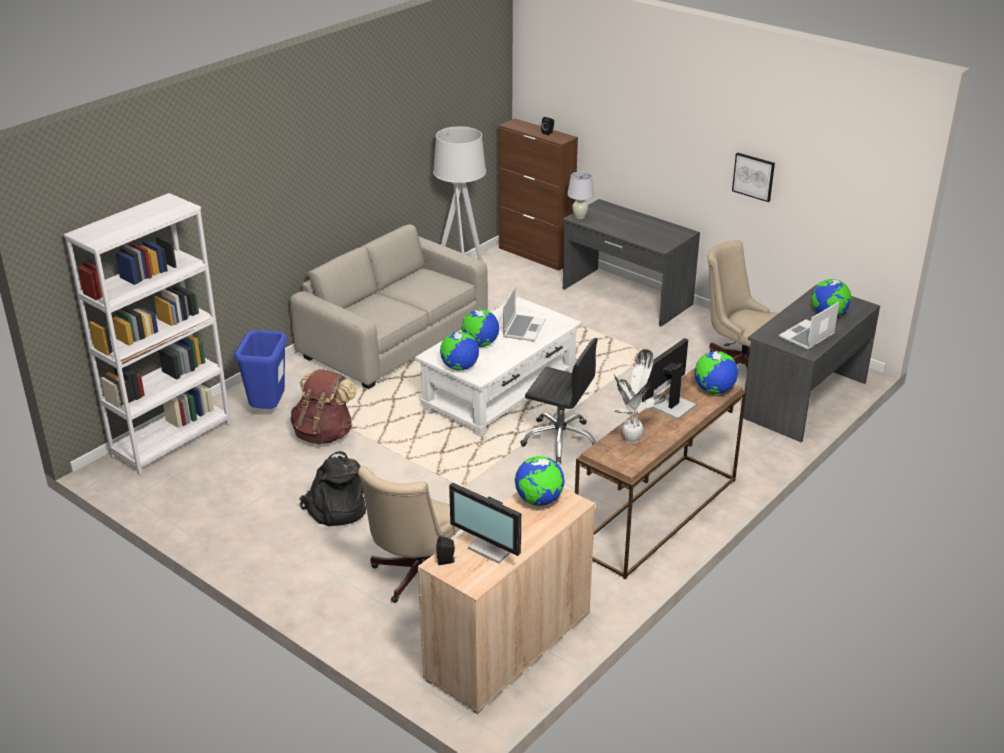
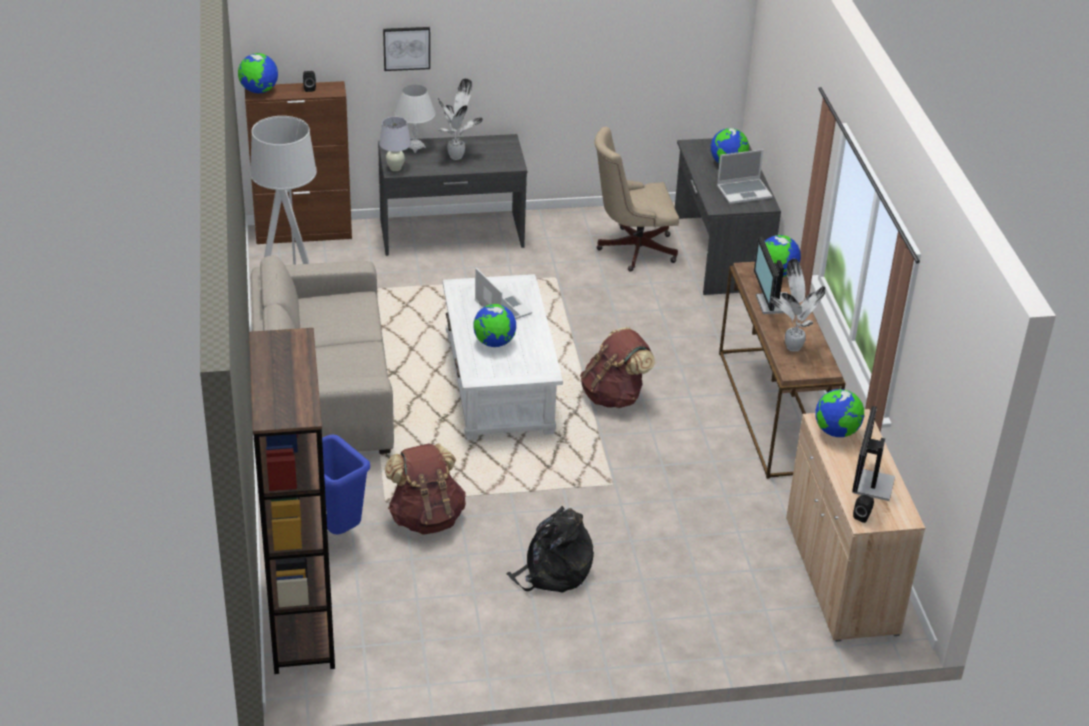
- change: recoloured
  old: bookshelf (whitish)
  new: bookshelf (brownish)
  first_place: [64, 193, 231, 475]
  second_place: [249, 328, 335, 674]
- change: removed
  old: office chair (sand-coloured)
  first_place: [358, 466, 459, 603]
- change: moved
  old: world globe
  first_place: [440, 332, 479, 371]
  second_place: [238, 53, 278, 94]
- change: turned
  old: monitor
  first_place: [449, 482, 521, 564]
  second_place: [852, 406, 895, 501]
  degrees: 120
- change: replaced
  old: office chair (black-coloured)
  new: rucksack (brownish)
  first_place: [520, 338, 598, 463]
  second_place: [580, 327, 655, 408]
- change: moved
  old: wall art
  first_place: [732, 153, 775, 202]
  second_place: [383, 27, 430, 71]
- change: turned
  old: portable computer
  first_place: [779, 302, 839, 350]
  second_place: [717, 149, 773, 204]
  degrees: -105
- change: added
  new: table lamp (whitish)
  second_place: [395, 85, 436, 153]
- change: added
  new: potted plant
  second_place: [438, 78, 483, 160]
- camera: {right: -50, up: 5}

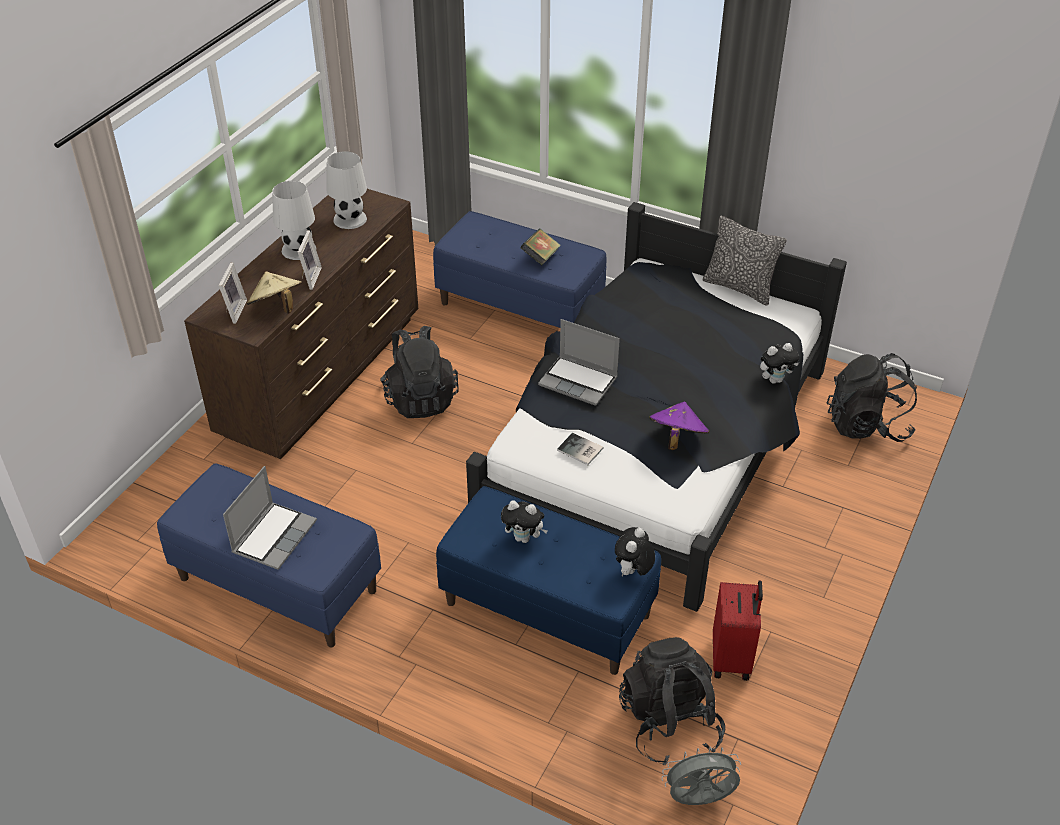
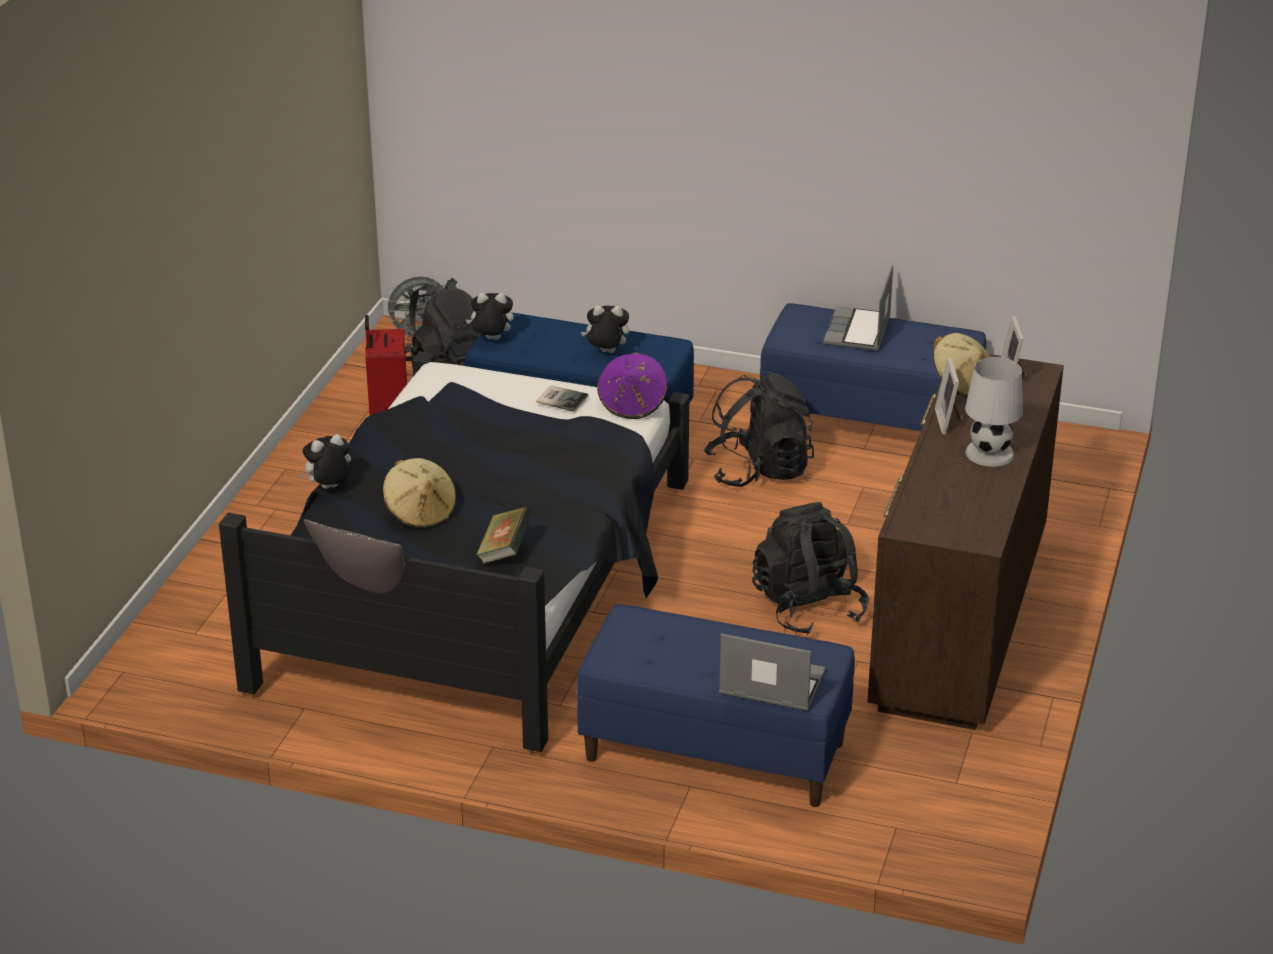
- change: removed
  old: table lamp (whitish)
  first_place: [327, 151, 367, 229]
- change: moved
  old: book
  first_place: [520, 229, 561, 265]
  second_place: [476, 507, 533, 564]
- change: moved
  old: portable computer
  first_place: [538, 319, 620, 406]
  second_place: [719, 634, 826, 711]
- change: turned
  old: plush toy
  first_place: [615, 527, 655, 577]
  second_place: [466, 293, 514, 340]
  degrees: -105
- change: moved
  old: hat (purple-coloured)
  first_place: [649, 401, 710, 450]
  second_place: [597, 352, 667, 419]
- change: moved
  old: rucksack (black-coloured)
  first_place: [827, 353, 917, 442]
  second_place: [704, 373, 814, 487]
- change: added
  new: hat (sand-coloured)
  second_place: [383, 458, 456, 529]
- camera: {right: 170, up: -10}

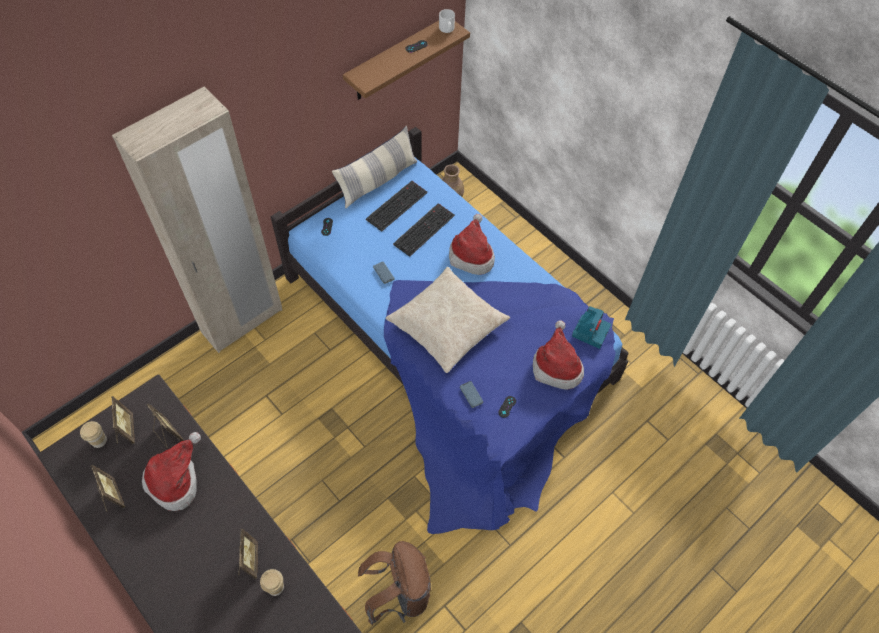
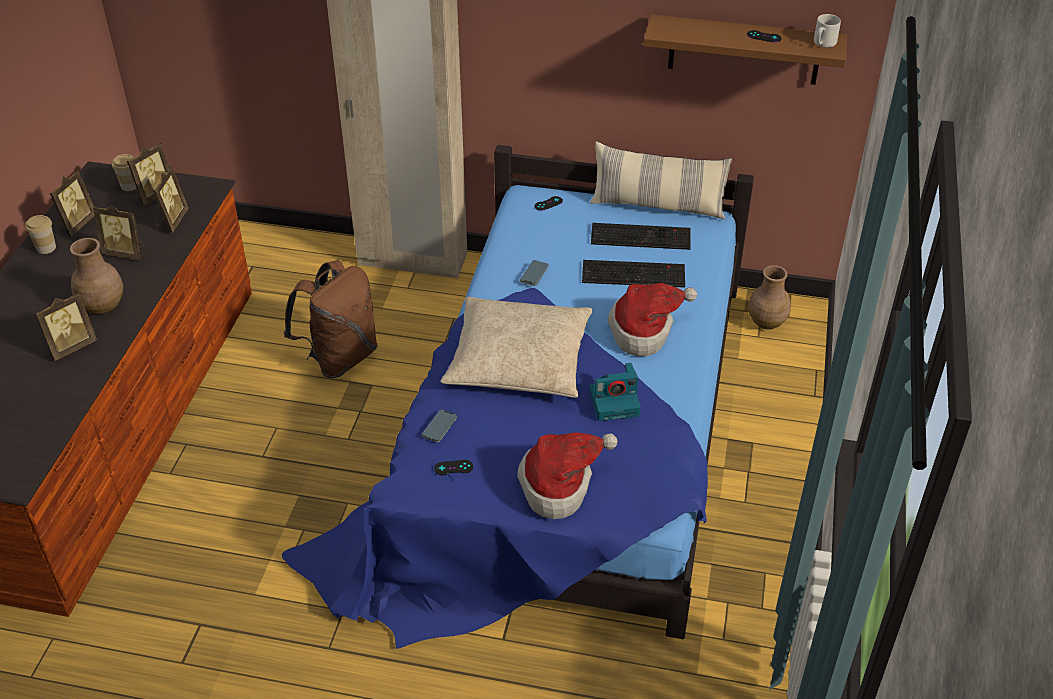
- change: replaced
  old: hat
  new: standing frame
  first_place: [142, 432, 201, 511]
  second_place: [93, 205, 145, 260]
- change: moved
  old: drinking cup
  first_place: [260, 569, 284, 596]
  second_place: [25, 215, 56, 254]
- change: moved
  old: rucksack (brownish)
  first_place: [358, 541, 431, 625]
  second_place: [284, 260, 378, 378]
- change: moved
  old: still camera
  first_place: [572, 306, 611, 349]
  second_place: [589, 363, 641, 421]
- change: added
  new: decorative vase (brownish)
  second_place: [70, 238, 123, 314]
- camera: {right: 55, up: -15}

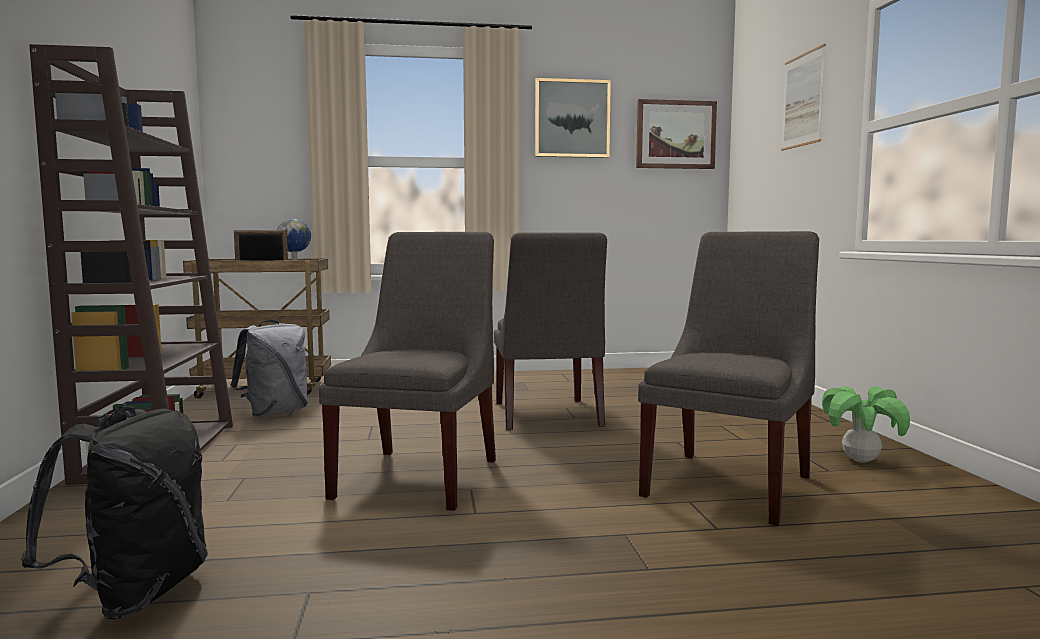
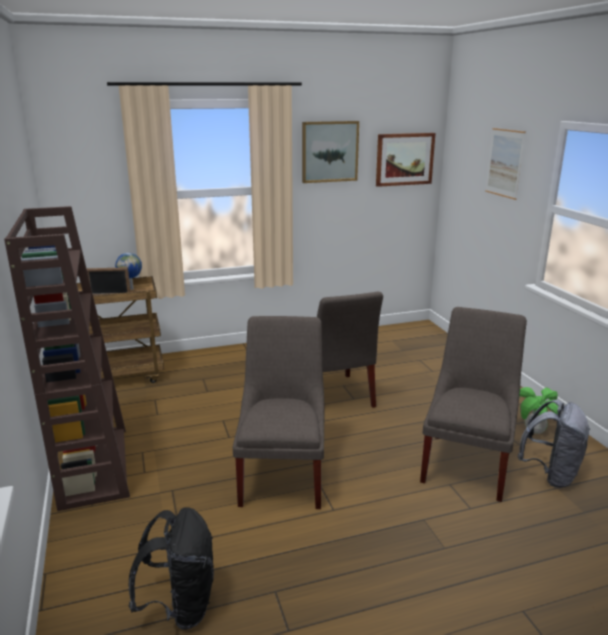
- change: moved
  old: rucksack (greyish)
  first_place: [230, 320, 308, 418]
  second_place: [517, 400, 591, 488]
- camera: {right: -10, up: 15}

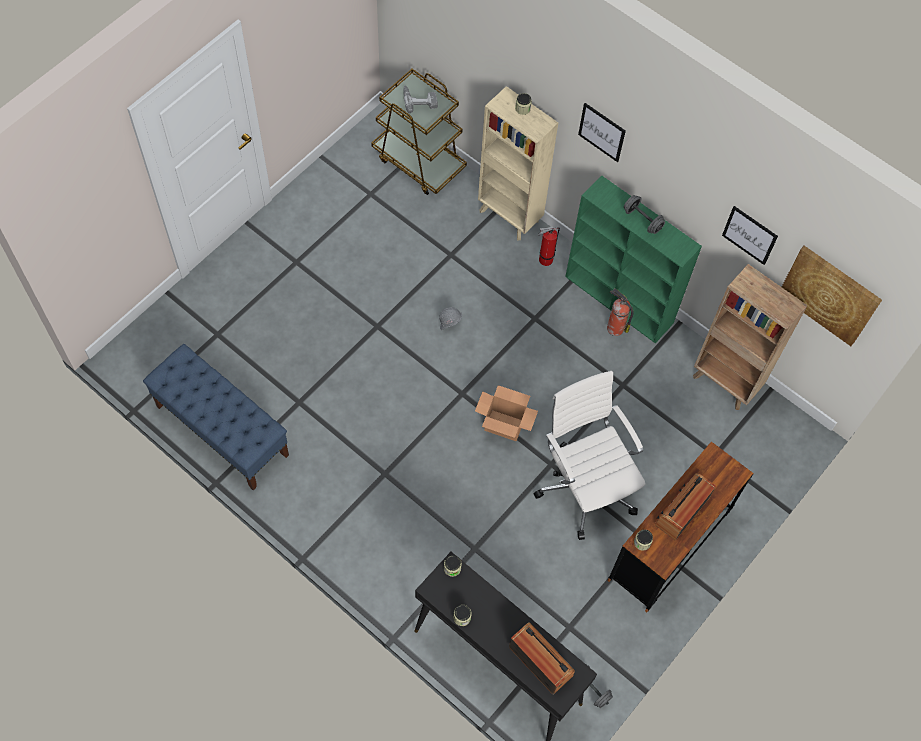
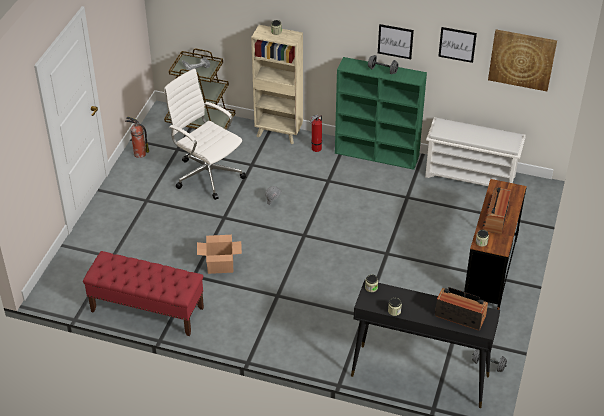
- change: recoloured
  old: bench (blue-coloured)
  new: bench (red-coloured)
  first_place: [143, 344, 289, 491]
  second_place: [83, 251, 204, 336]
- change: moved
  old: cardboard box
  first_place: [475, 385, 538, 441]
  second_place: [197, 235, 242, 274]
- change: moved
  old: office chair (whitish)
  first_place: [534, 371, 646, 540]
  second_place: [164, 68, 246, 200]
- change: moved
  old: wall art
  first_place: [578, 103, 626, 162]
  second_place: [378, 24, 414, 59]
- change: moved
  old: extinguisher
  first_place: [607, 288, 634, 336]
  second_place: [125, 116, 149, 158]
- change: replaced
  old: bookshelf (brownish)
  new: shoe shelf (whitish)
  first_place: [693, 264, 808, 410]
  second_place: [425, 117, 526, 186]
- camera: {right: -20, up: -20}

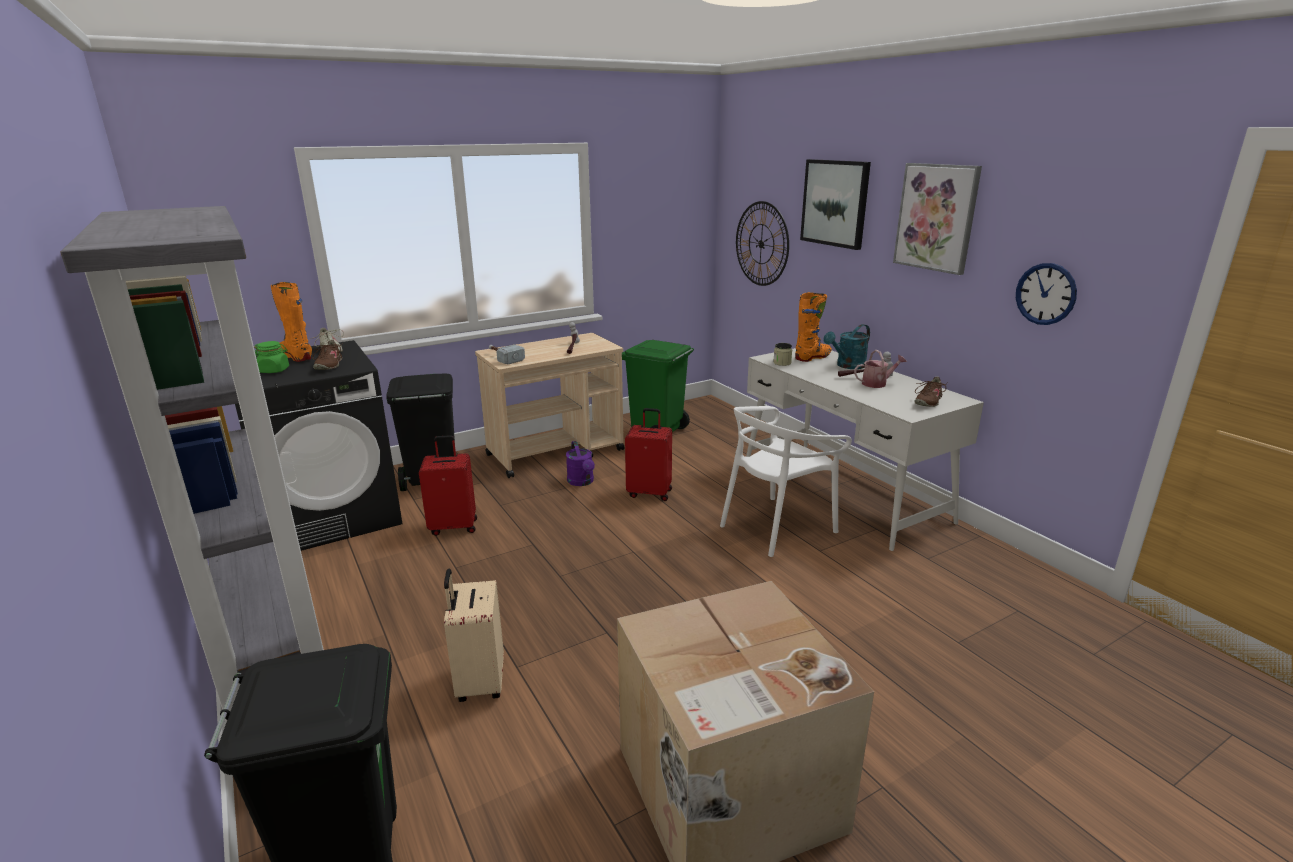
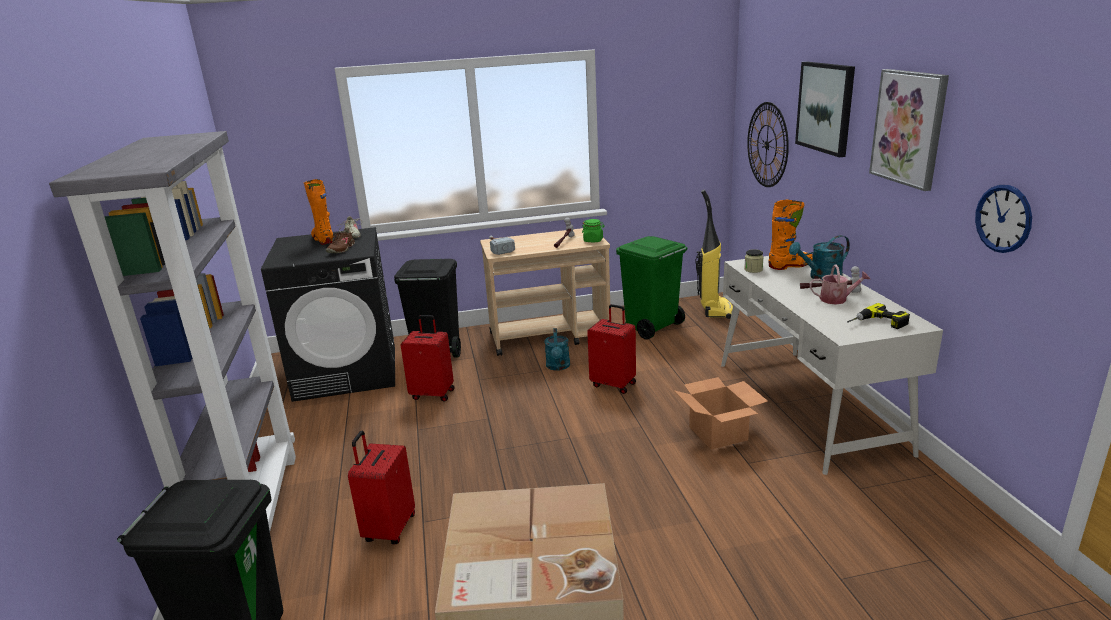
- change: moved
  old: storage jar (green)
  first_place: [254, 341, 289, 373]
  second_place: [582, 219, 605, 242]
- change: recoloured
  old: suitcase (sand-coloured)
  new: suitcase (red-coloured)
  first_place: [444, 569, 504, 702]
  second_place: [348, 431, 415, 544]
- change: recoloured
  old: watering pot (purple-coloured)
  new: watering pot (turquoise)
  first_place: [566, 441, 595, 486]
  second_place: [544, 328, 570, 371]
- change: replaced
  old: upright chair (whitish)
  new: cardboard box
  first_place: [720, 406, 852, 557]
  second_place: [674, 377, 768, 449]
- change: replaced
  old: item of footwear (brownish)
  new: power drill
  first_place: [914, 377, 948, 407]
  second_place: [847, 303, 910, 329]
- change: added
  new: vacuum cleaner
  second_place: [695, 190, 733, 319]
- camera: {right: 20, up: 0}

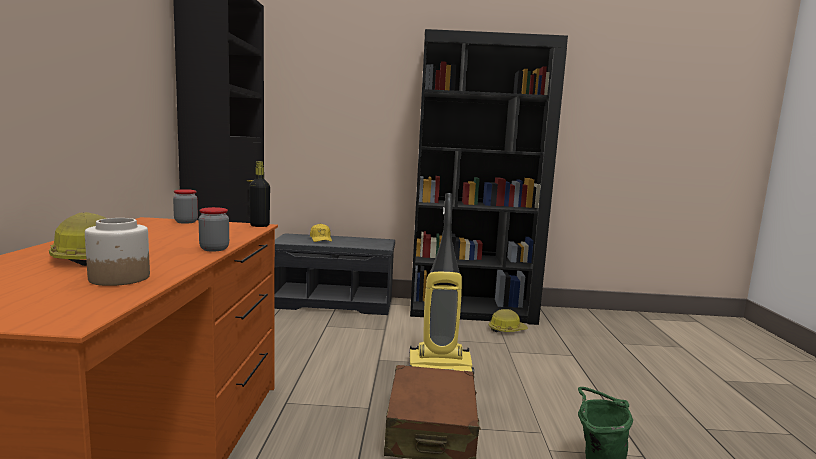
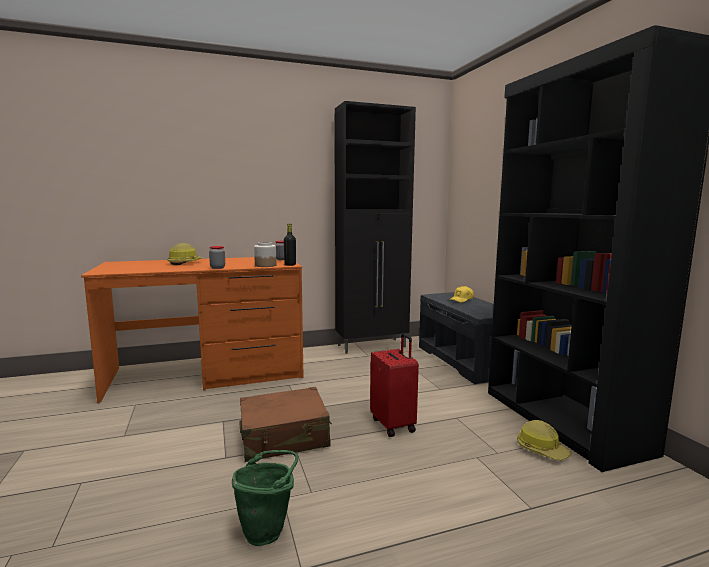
- change: moved
  old: storage jar
  first_place: [85, 218, 150, 286]
  second_place: [254, 242, 276, 267]
- change: replaced
  old: vacuum cleaner
  new: suitcase (red-coloured)
  first_place: [409, 193, 474, 374]
  second_place: [370, 333, 419, 437]
- camera: {right: 70, up: 0}

